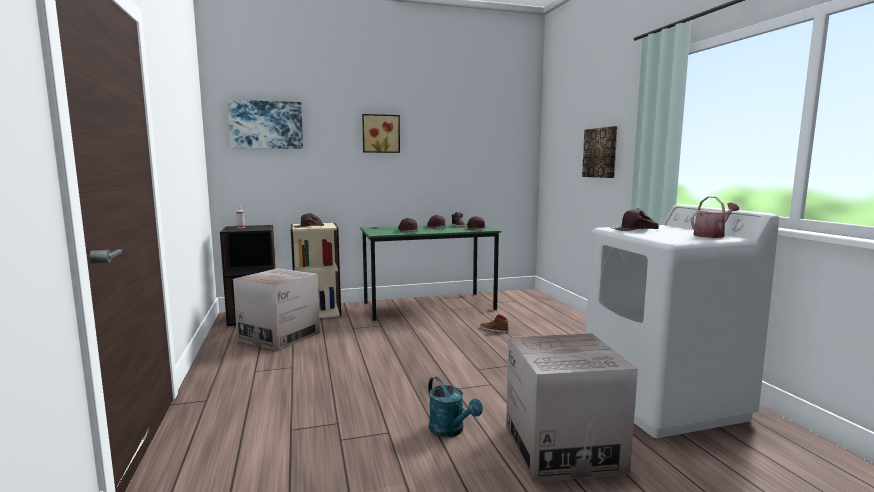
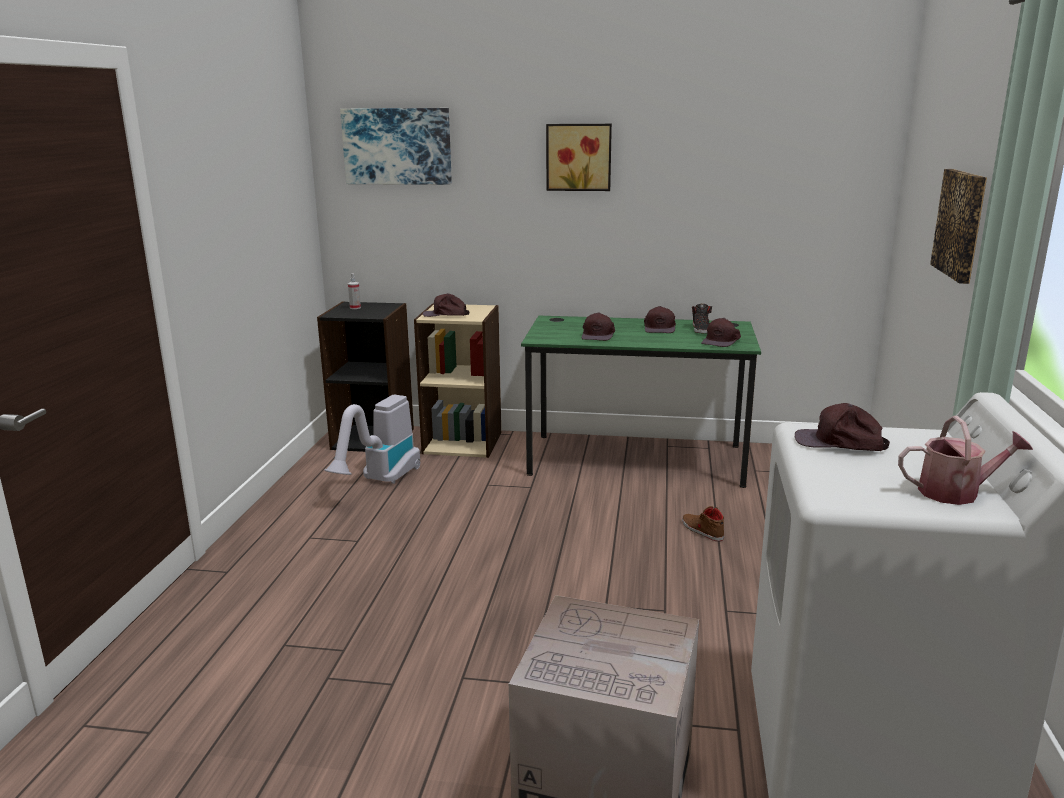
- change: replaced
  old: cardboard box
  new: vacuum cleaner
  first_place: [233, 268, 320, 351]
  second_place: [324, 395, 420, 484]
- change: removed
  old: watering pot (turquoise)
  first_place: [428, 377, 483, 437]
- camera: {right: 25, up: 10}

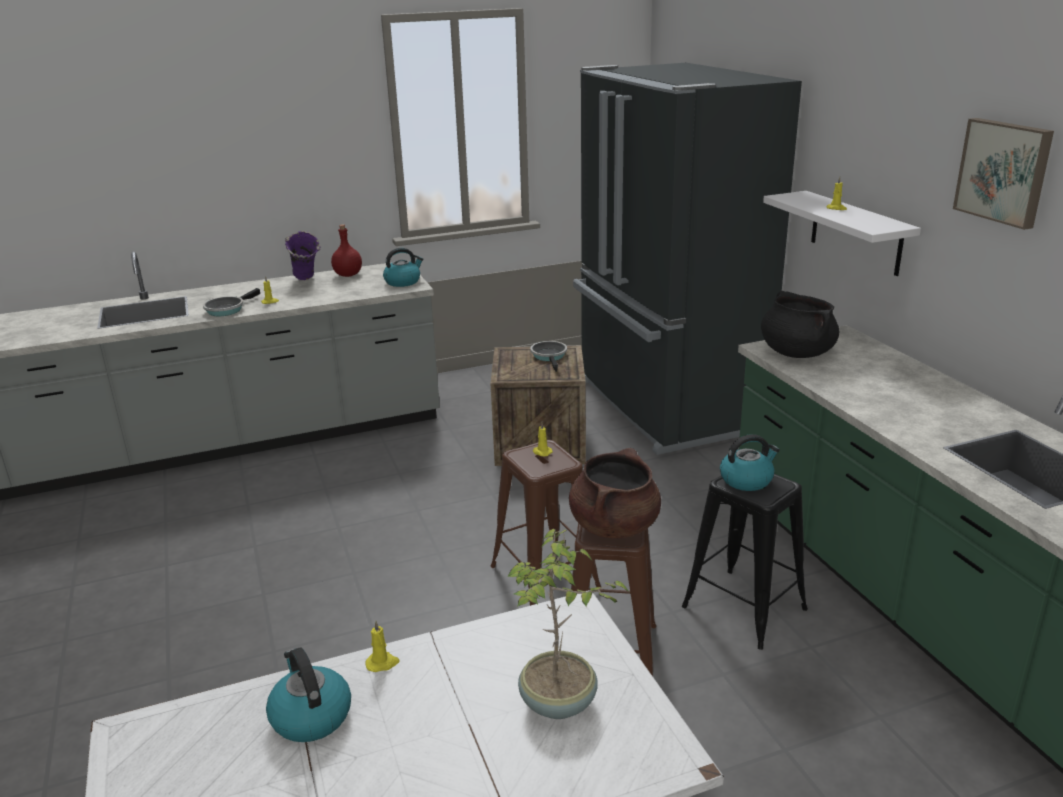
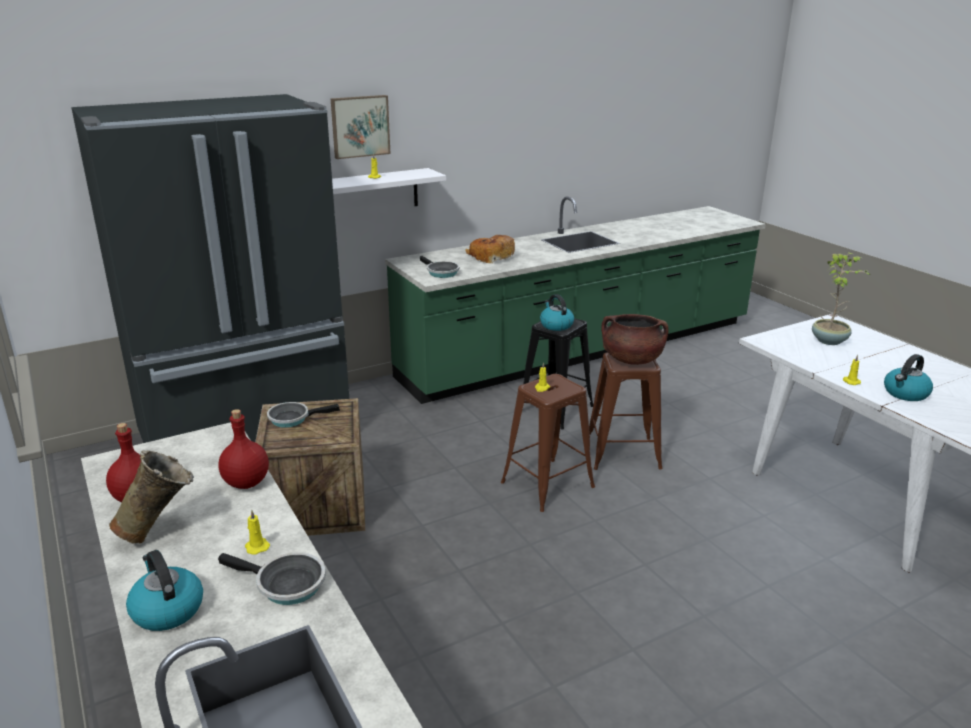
- change: recoloured
  old: decorative vase (purple-coloured)
  new: decorative vase (sand-coloured)
  first_place: [285, 231, 320, 280]
  second_place: [109, 450, 194, 543]
- change: moved
  old: kettle
  first_place: [383, 248, 423, 287]
  second_place: [126, 550, 203, 631]
- change: replaced
  old: saucepot (black-coloured)
  new: frying pan
  first_place: [761, 290, 839, 358]
  second_place: [420, 256, 459, 278]
- change: moved
  old: wall art
  first_place: [953, 118, 1054, 230]
  second_place: [330, 95, 390, 159]
- change: added
  new: beverage bottle (red-coloured)
  second_place: [218, 409, 269, 489]
- change: added
  new: bakery bread
  second_place: [465, 235, 515, 263]
- camera: {right: -100, up: 0}

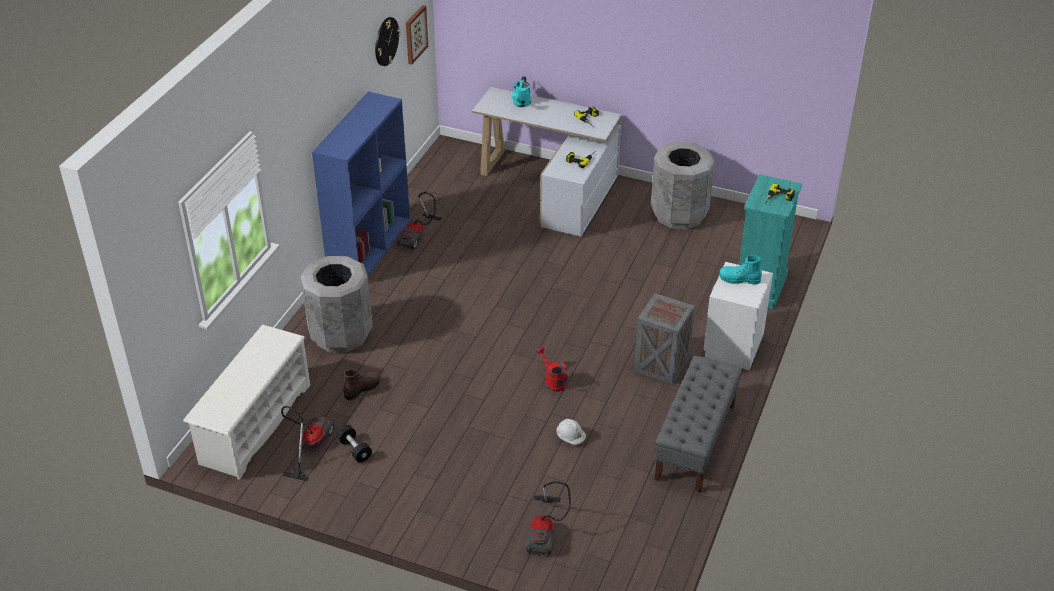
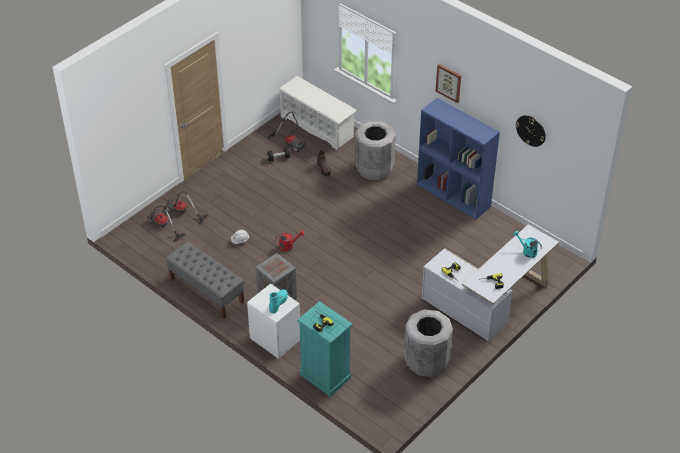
- change: moved
  old: vacuum cleaner
  first_place: [396, 192, 442, 250]
  second_place: [147, 206, 186, 242]
- change: moved
  old: wall art
  first_place: [406, 5, 428, 65]
  second_place: [436, 64, 461, 103]
- camera: {right: 110, up: 5}

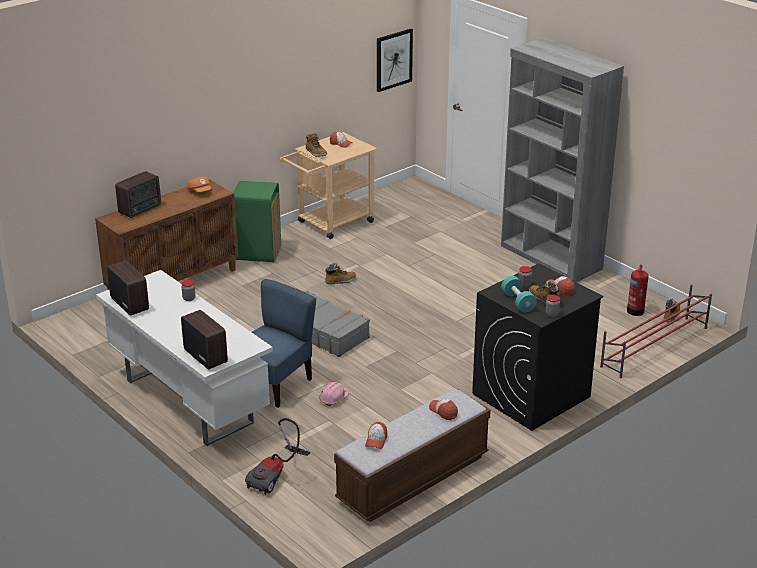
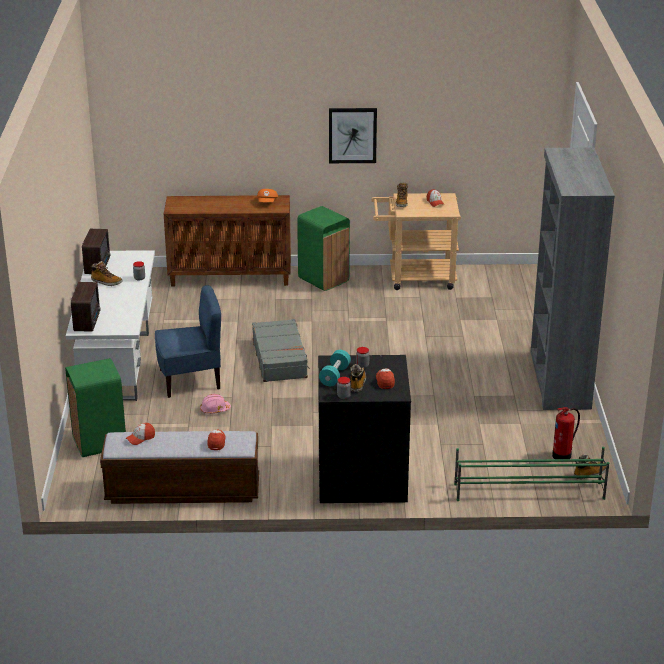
- change: removed
  old: radio receiver
  first_place: [115, 171, 161, 218]
- change: replaced
  old: vacuum cleaner
  new: trash can (green)
  first_place: [245, 418, 310, 495]
  second_place: [65, 358, 126, 457]
- change: moved
  old: boot
  first_place: [325, 263, 356, 284]
  second_place: [90, 261, 122, 286]
- change: moved
  old: wall art
  first_place: [377, 29, 413, 92]
  second_place: [329, 108, 377, 163]
- change: recoloured
  old: shoe shelf (red-coloured)
  new: shoe shelf (green)
  first_place: [600, 284, 712, 378]
  second_place: [454, 447, 609, 501]
- camera: {right: 40, up: 0}

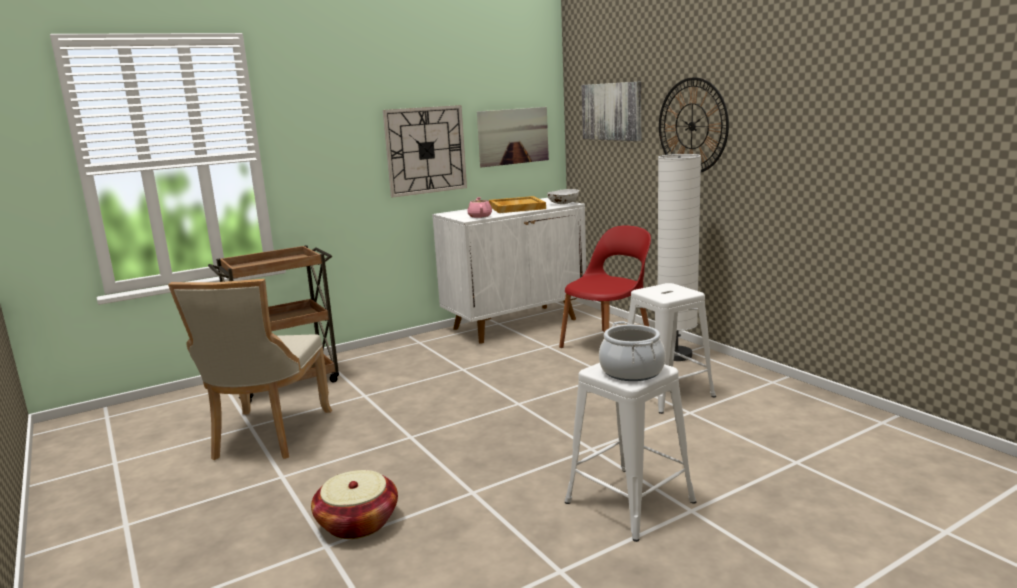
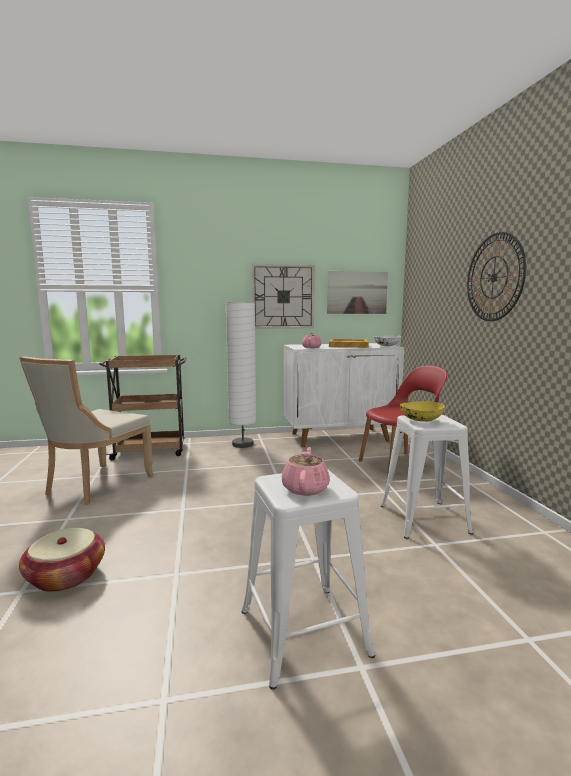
- change: removed
  old: wall art
  first_place: [582, 81, 641, 141]
- change: replaced
  old: saucepot
  new: tea pot (pink)
  first_place: [599, 321, 666, 381]
  second_place: [281, 447, 330, 496]
- change: moved
  old: standing lamp (whitish)
  first_place: [658, 154, 701, 361]
  second_place: [225, 302, 256, 448]
- change: added
  new: bowl (yellowish)
  second_place: [400, 401, 445, 422]
- camera: {right: 20, up: -5}

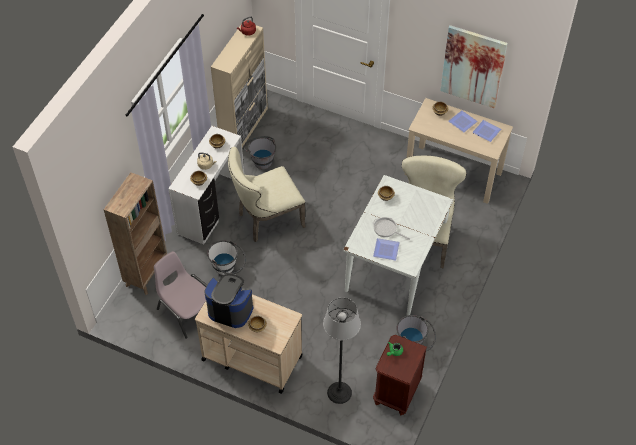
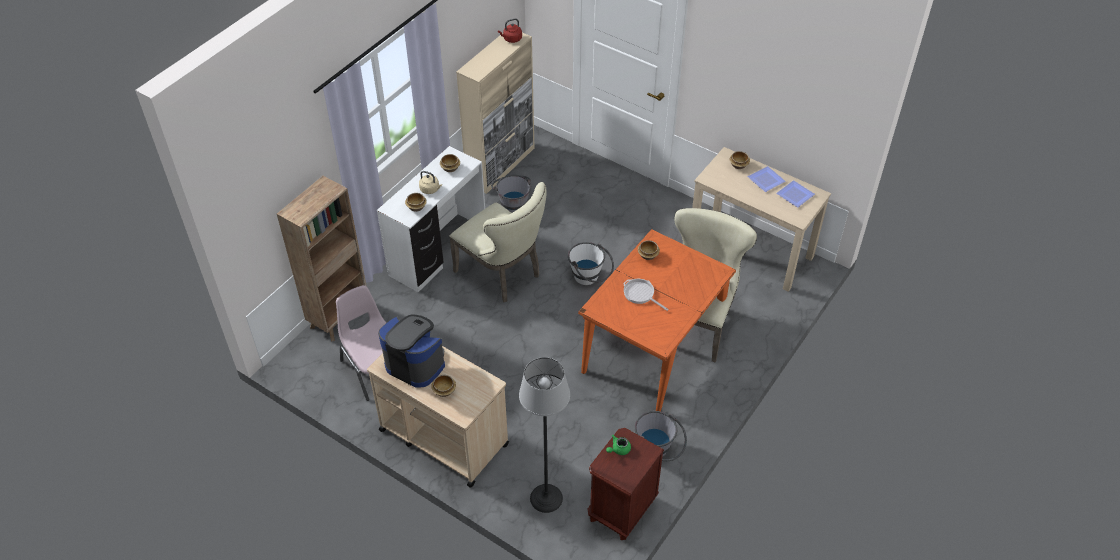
- change: moved
  old: pail (whitish)
  first_place: [207, 240, 246, 275]
  second_place: [568, 242, 614, 285]
- change: turned
  old: upright chair (sand-coloured)
  first_place: [228, 146, 306, 242]
  second_place: [449, 182, 546, 302]
  degrees: -120
- change: recoloured
  old: kitchen table (whitish)
  new: kitchen table (orangey)
  first_place: [343, 175, 454, 315]
  second_place: [578, 229, 736, 411]
- change: removed
  old: plate
  first_place: [373, 238, 400, 260]
- change: removed
  old: wall art
  first_place: [440, 25, 508, 108]
- camera: {right: 10, up: -5}

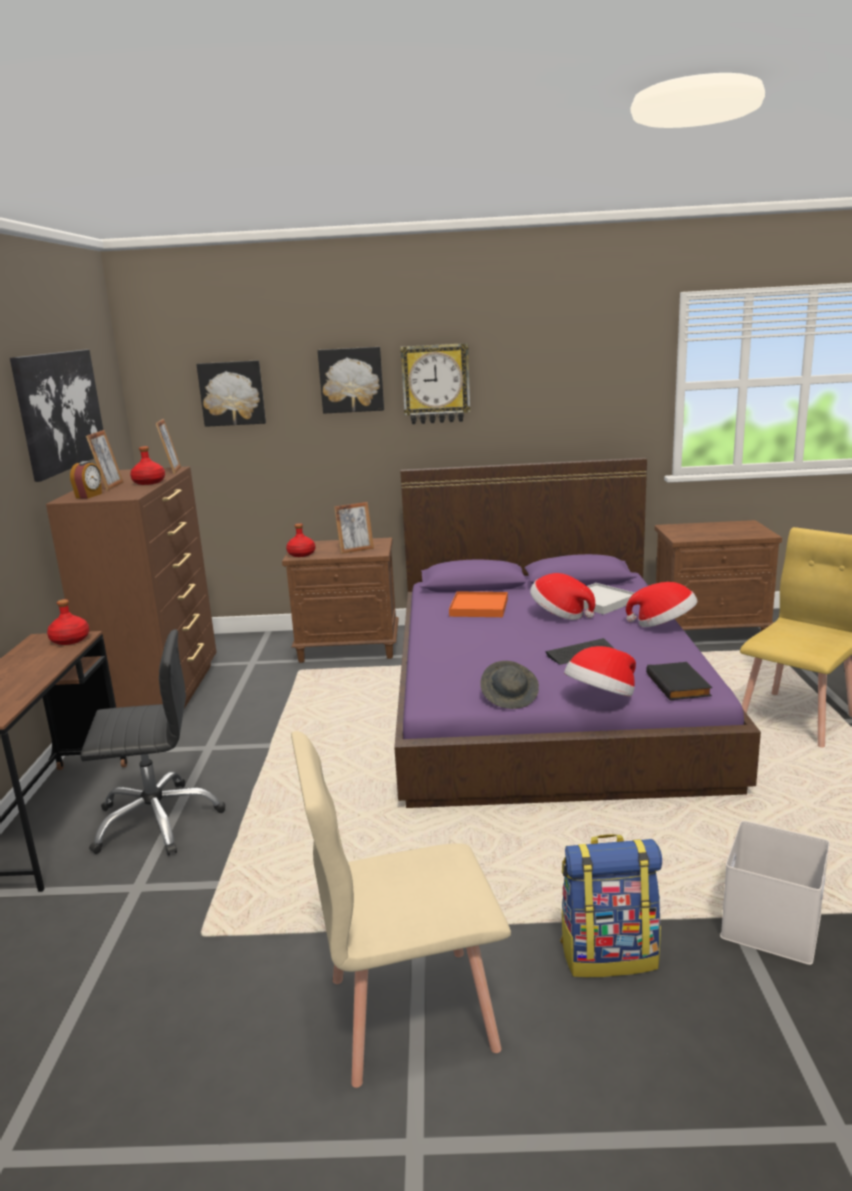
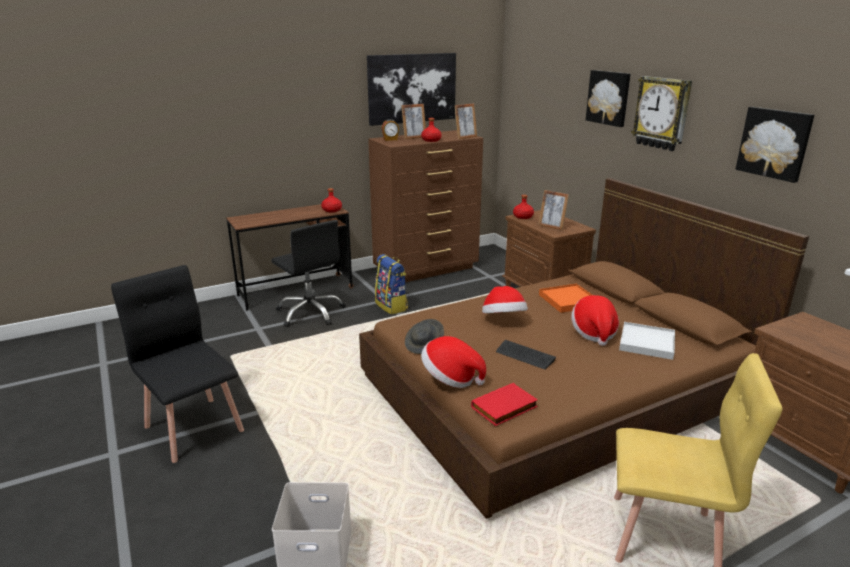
- change: moved
  old: wall art
  first_place: [196, 360, 266, 427]
  second_place: [736, 107, 814, 183]
- change: recoloured
  old: upright chair (sand-coloured)
  new: upright chair (black-coloured)
  first_place: [291, 731, 511, 1088]
  second_place: [111, 265, 244, 463]
- change: recoloured
  old: bedroom bed (purple-coloured)
  new: bedroom bed (brownish)
  first_place: [394, 458, 761, 808]
  second_place: [359, 178, 809, 519]
- change: moved
  old: rucksack
  first_place: [560, 834, 662, 977]
  second_place: [375, 254, 408, 315]
- change: moved
  old: hat
  first_place: [626, 582, 697, 627]
  second_place: [482, 286, 528, 313]
- change: recoloured
  old: book (black-coloured)
  new: book (red-coloured)
  first_place: [646, 662, 712, 701]
  second_place: [471, 383, 538, 426]
- camera: {right: 60, up: 5}

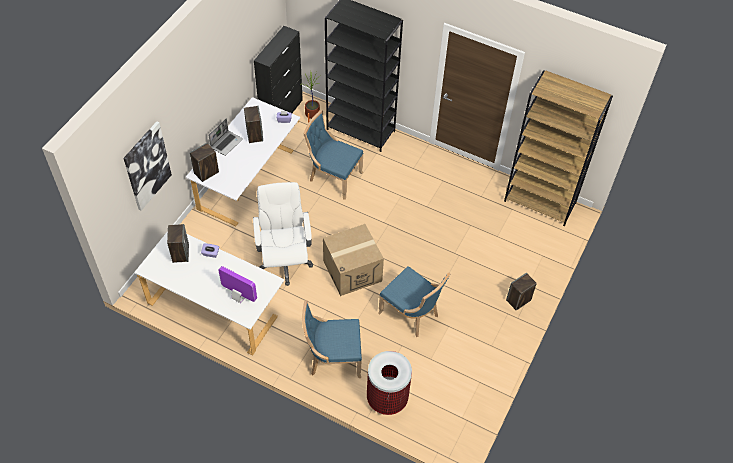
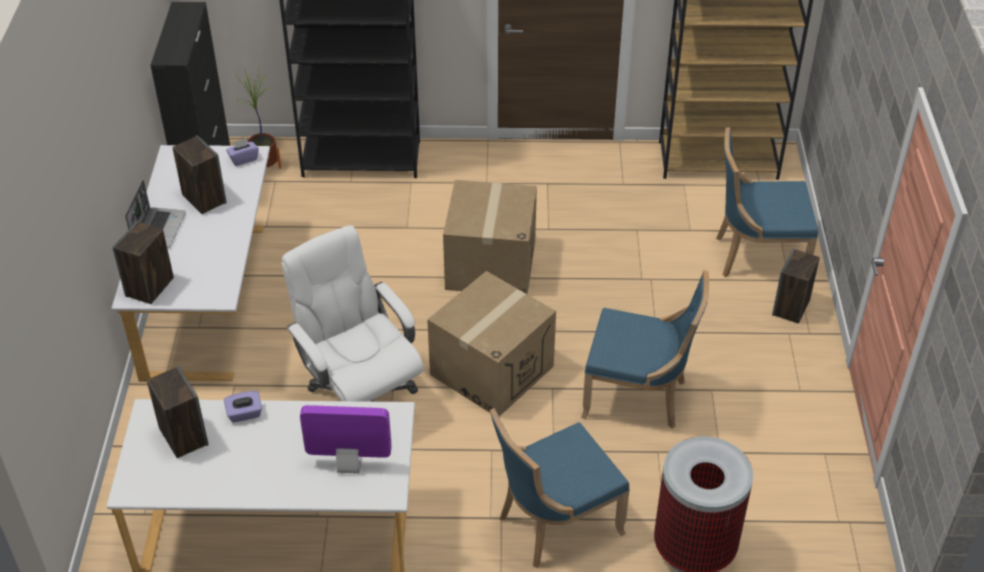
- change: removed
  old: wall art
  first_place: [123, 121, 172, 211]
- change: moved
  old: upright chair (blue-coloured)
  first_place: [303, 110, 363, 200]
  second_place: [716, 127, 818, 277]
- change: added
  new: cardboard box
  second_place: [443, 180, 537, 295]
- camera: {right: -25, up: -10}

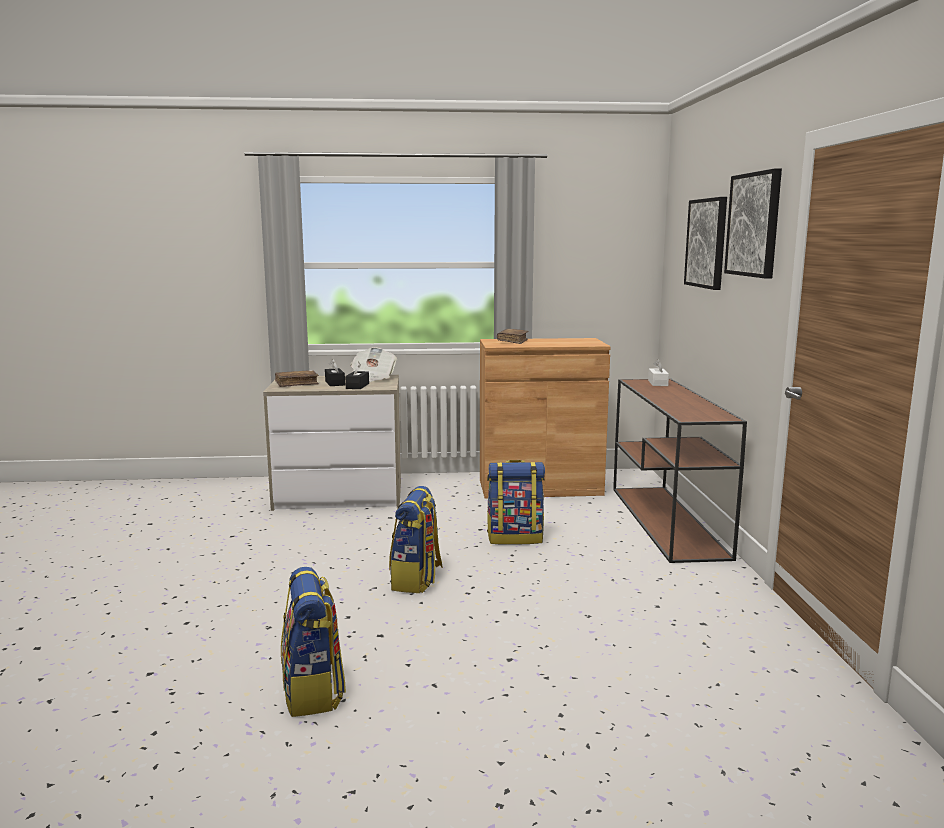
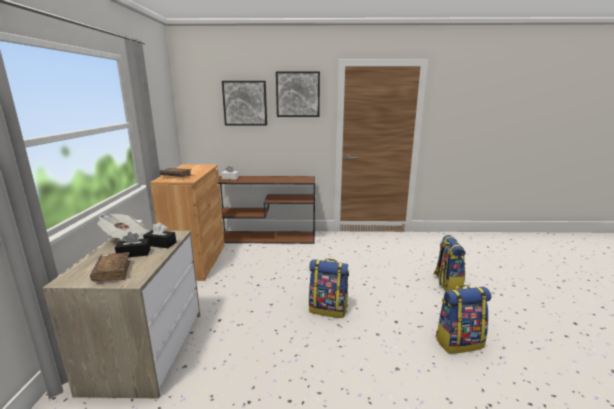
- change: moved
  old: rucksack
  first_place: [487, 460, 545, 545]
  second_place: [433, 235, 465, 291]
- camera: {right: -85, up: 5}

